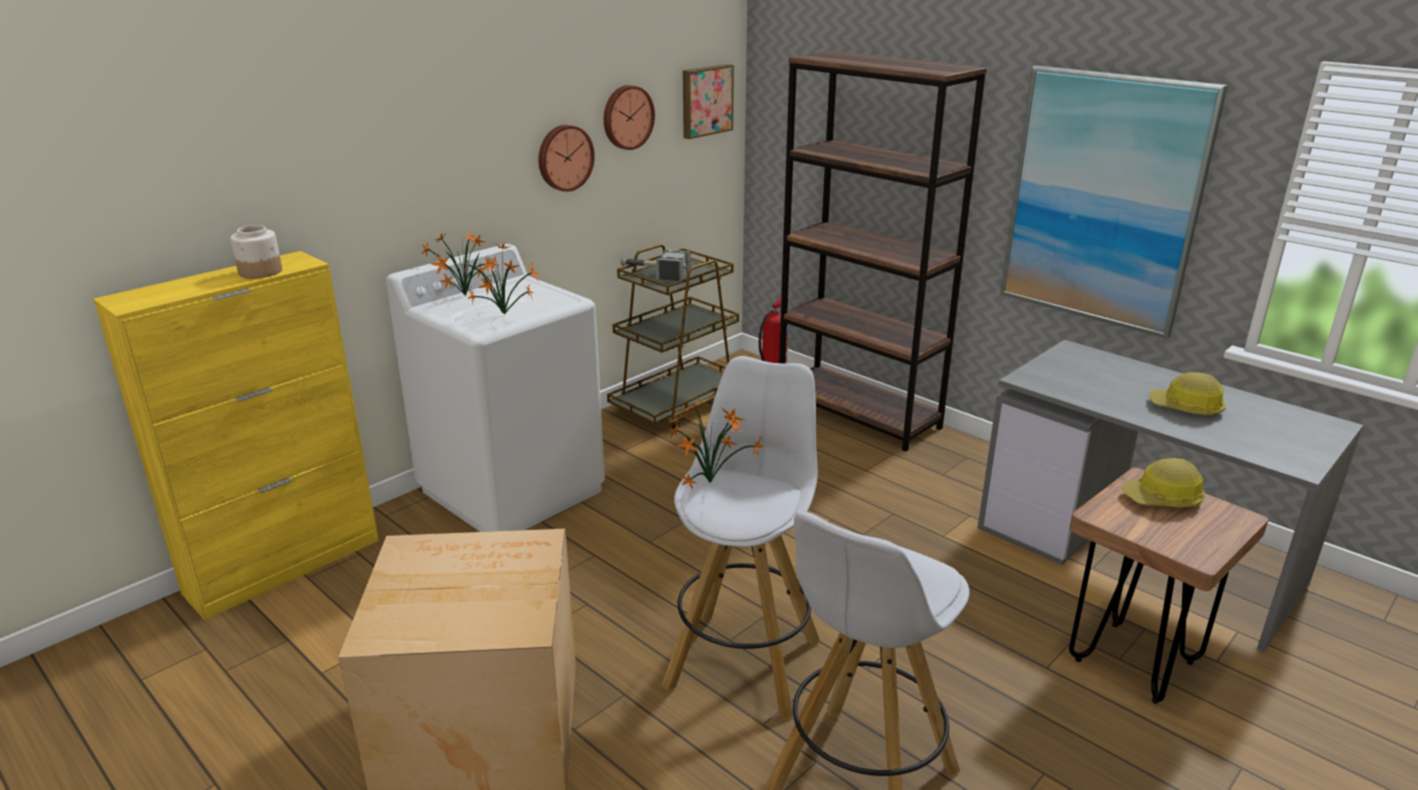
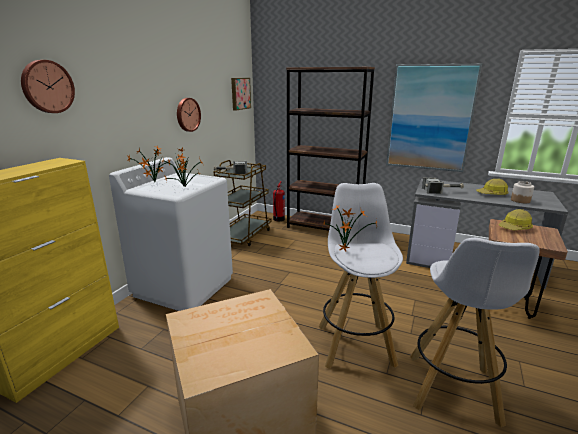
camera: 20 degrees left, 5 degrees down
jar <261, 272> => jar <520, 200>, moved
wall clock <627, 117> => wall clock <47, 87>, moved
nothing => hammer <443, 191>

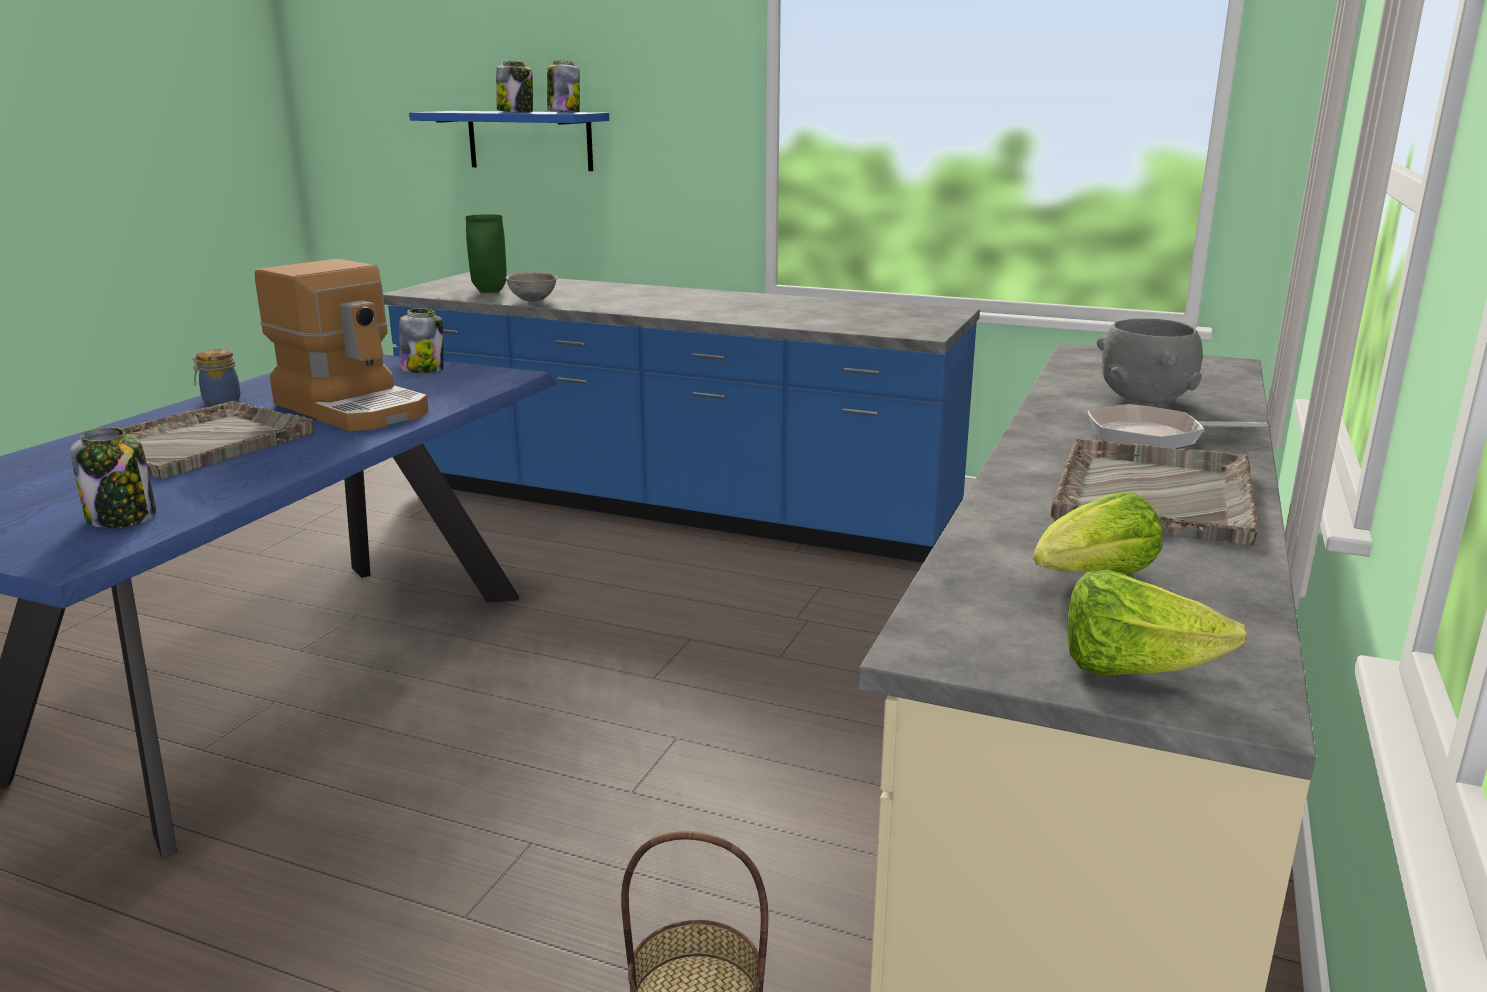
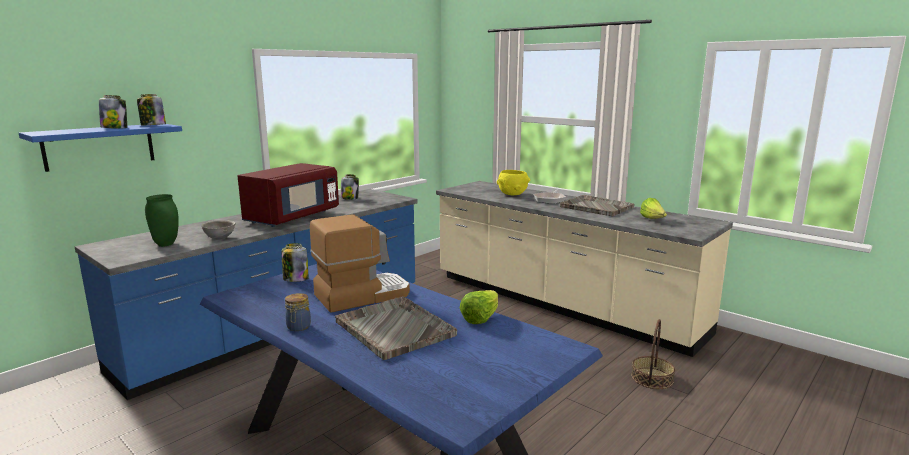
camera: 70 degrees left, 5 degrees down
jar <123, 517> => jar <350, 198>, moved
lettuce <1133, 670> => lettuce <480, 318>, moved
grey bowl <1144, 399> => yellow bowl <512, 194>
nothing => red microwave <292, 218>

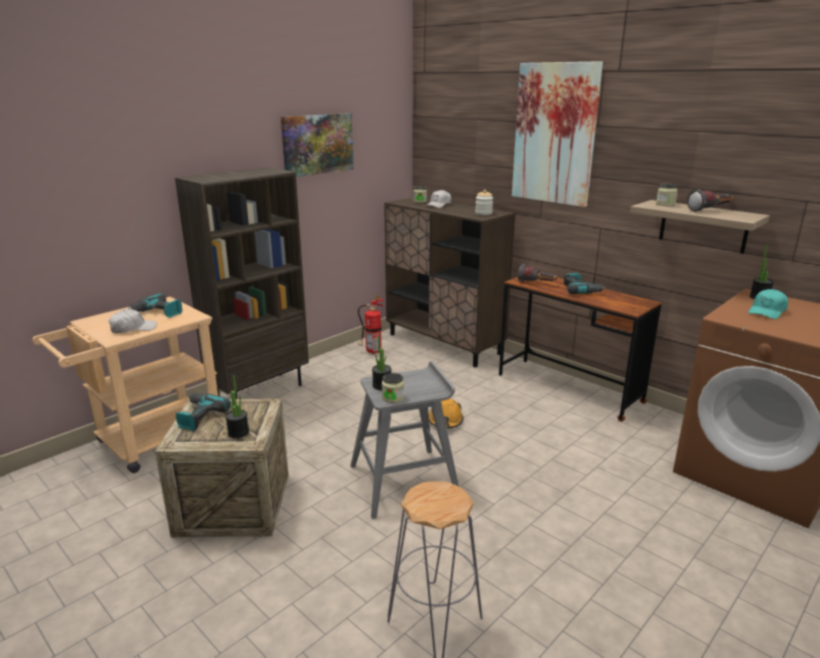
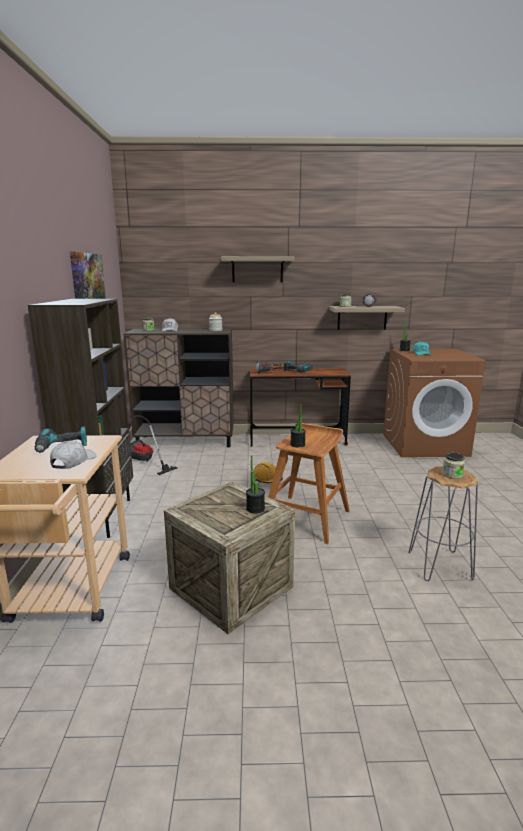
camera: 45 degrees left, 5 degrees down
power drill <198, 416> => nothing
grey stool <405, 482> => brown stool <307, 517>
fire extinguisher <371, 352> => vacuum cleaner <143, 462>
jar <393, 398> => jar <452, 475>, moved
picture <554, 134> => shelf <257, 269>

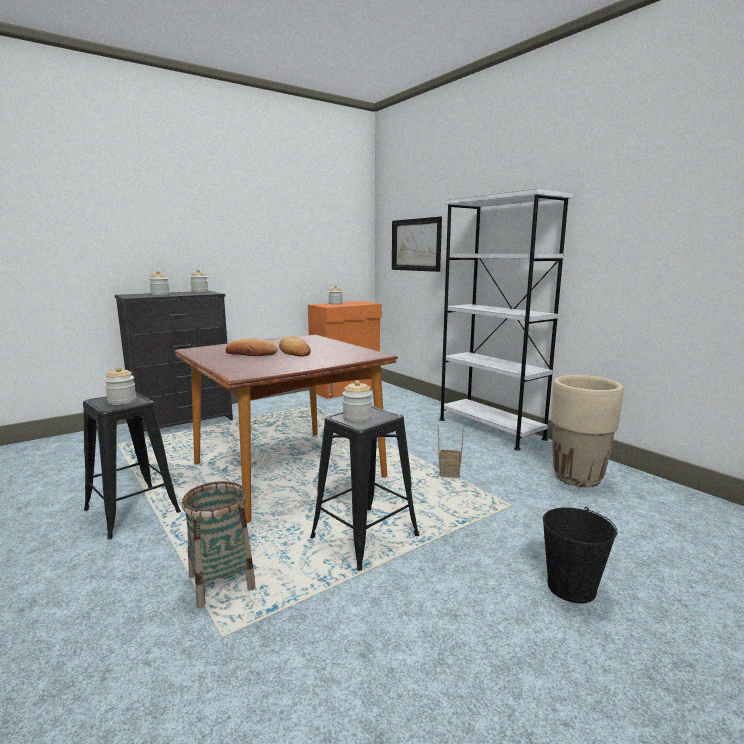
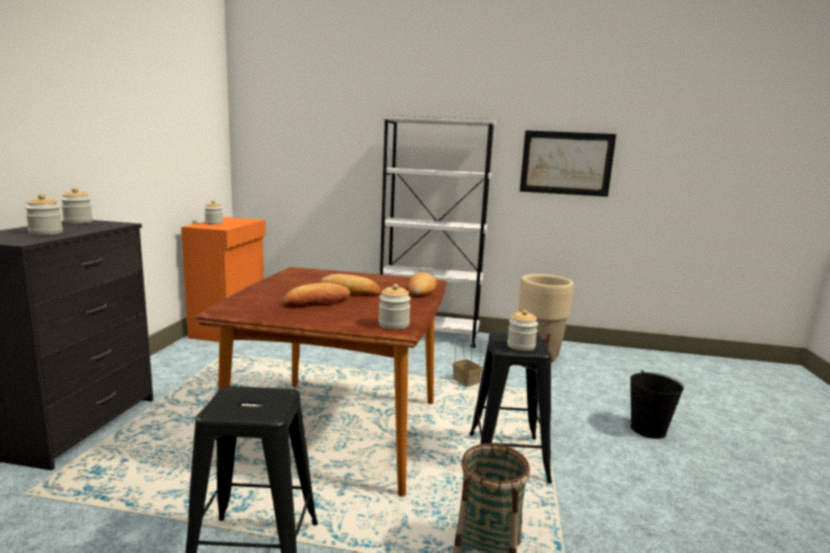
camera: 45 degrees left, 0 degrees up
jar <122, 401> => jar <394, 325>, moved
picture <416, 245> => picture <566, 163>, moved
nothing => bread <420, 290>

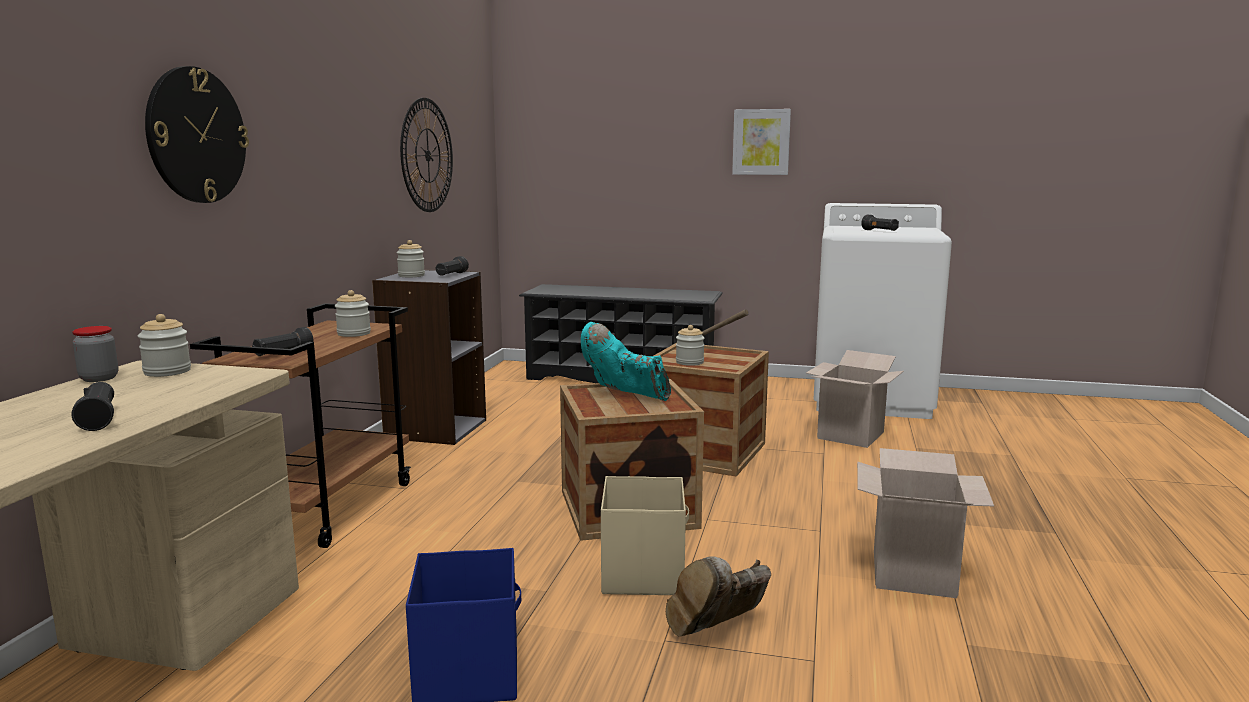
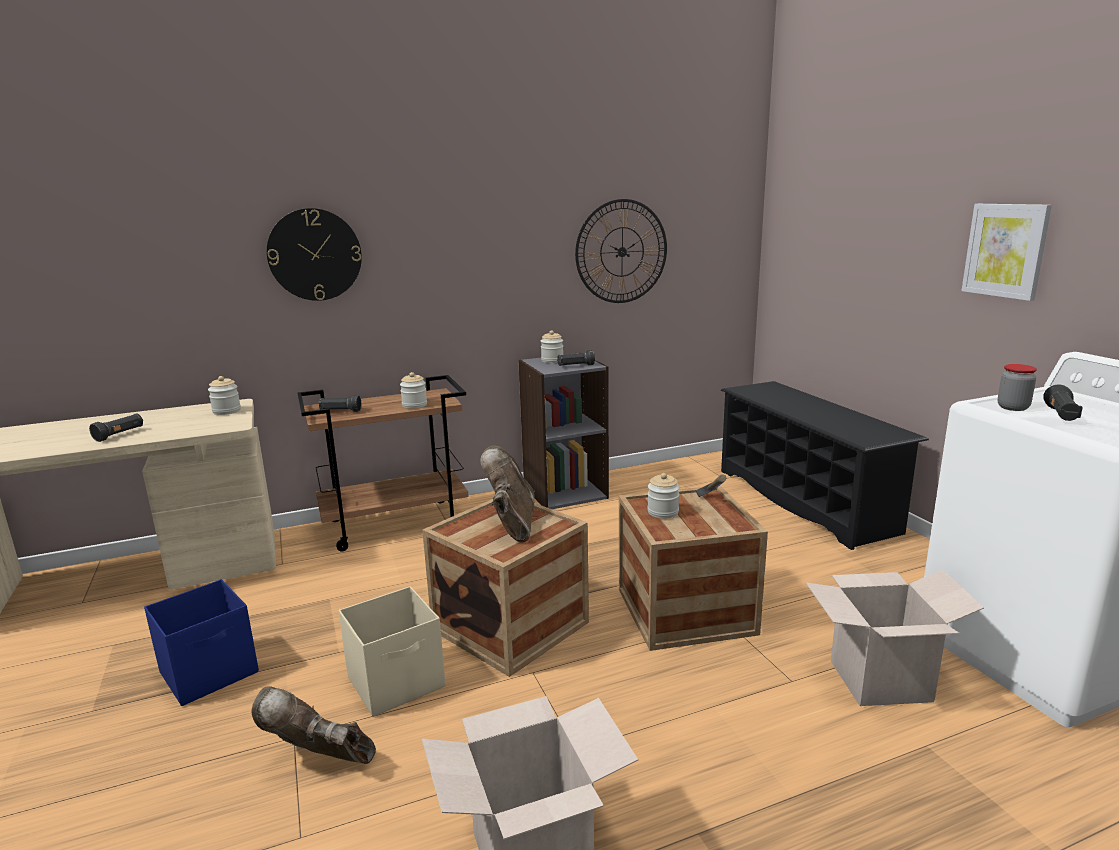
camera: 55 degrees right, 5 degrees up
jar <99, 378> => jar <1013, 407>, moved
turquoise boot <625, 397> => brown boot <512, 524>

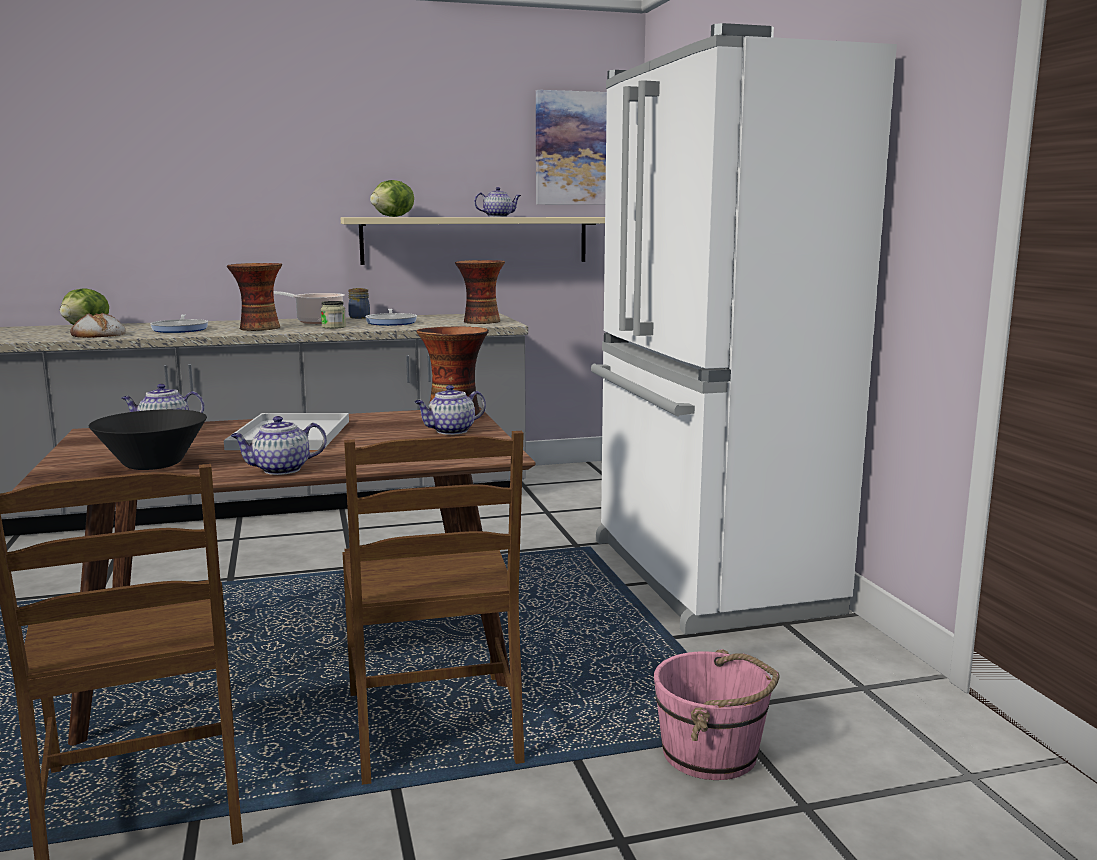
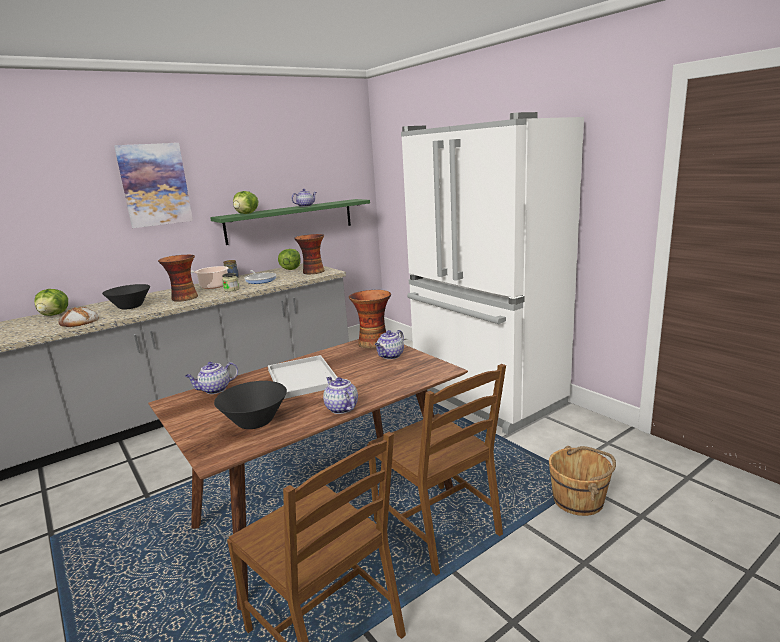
camera: 20 degrees left, 5 degrees up
frying pan <181, 329> => black bowl <130, 307>
teapot <280, 470> => teapot <341, 408>, 105 degrees clockwise
beige shelf <475, 240> => green shelf <290, 221>
picture <575, 148> => picture <155, 185>, moved
pink bucket <711, 754> => brown bucket <579, 500>
nothing => lettuce <290, 269>

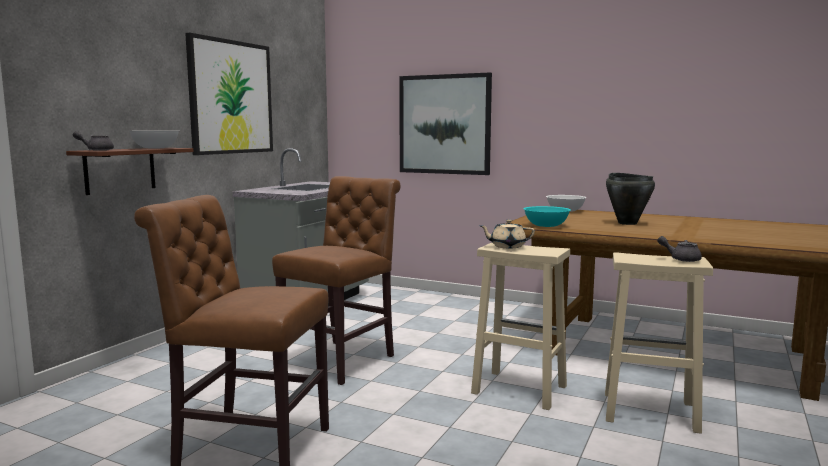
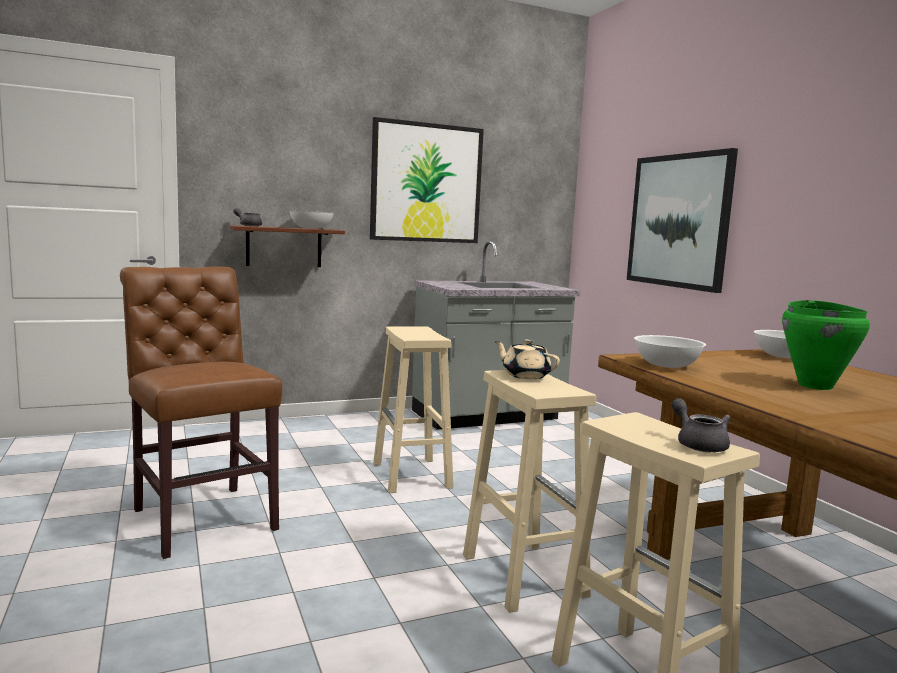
camera: 40 degrees right, 0 degrees up
brown chair <342, 360> => beige stool <412, 476>
turquoise bowl <546, 226> => white bowl <667, 365>
black cooking pot <627, 223> => green cooking pot <815, 386>

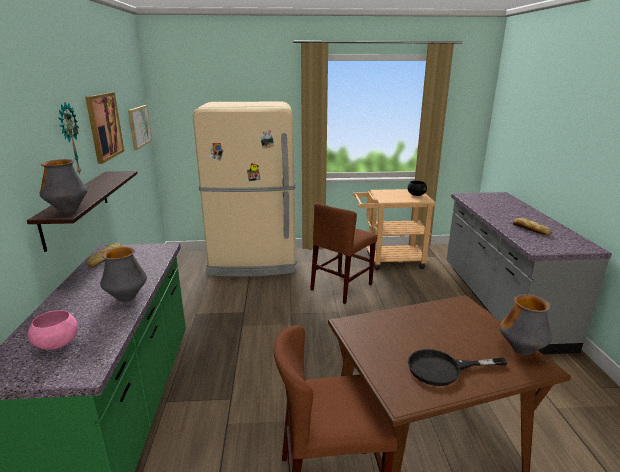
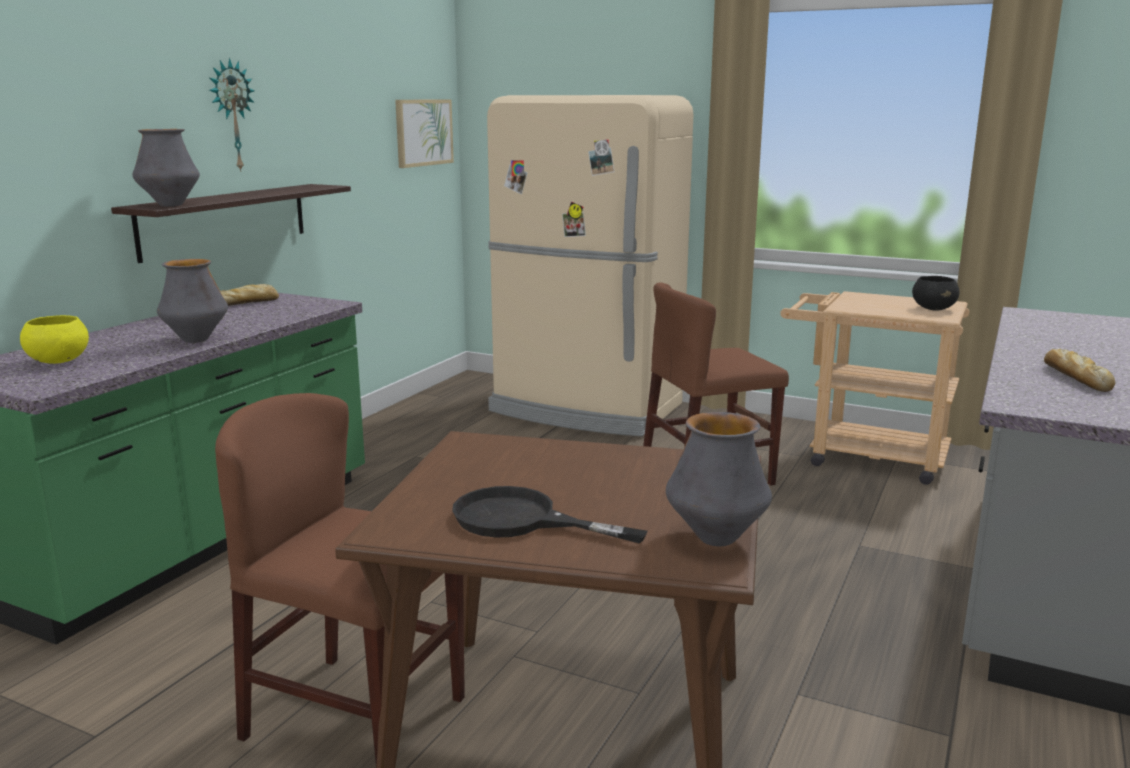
camera: 30 degrees right, 5 degrees down
pink bowl <57, 344> => yellow bowl <58, 361>
picture <104, 126> => nothing

